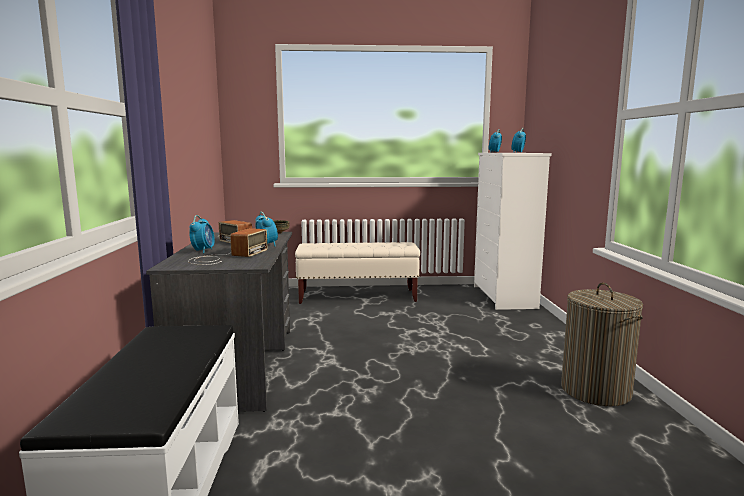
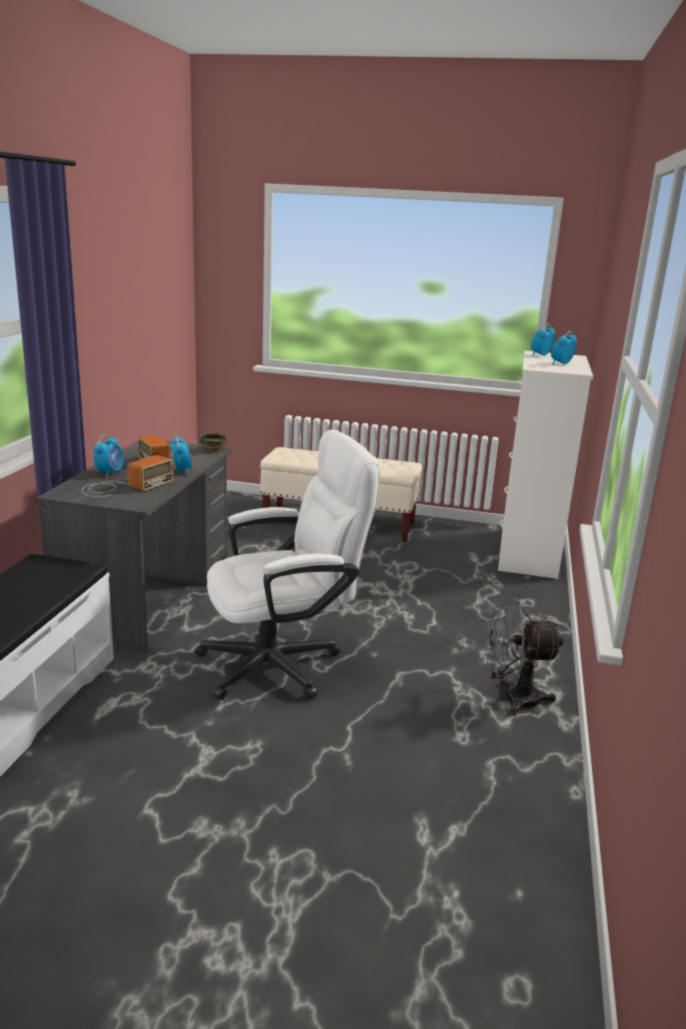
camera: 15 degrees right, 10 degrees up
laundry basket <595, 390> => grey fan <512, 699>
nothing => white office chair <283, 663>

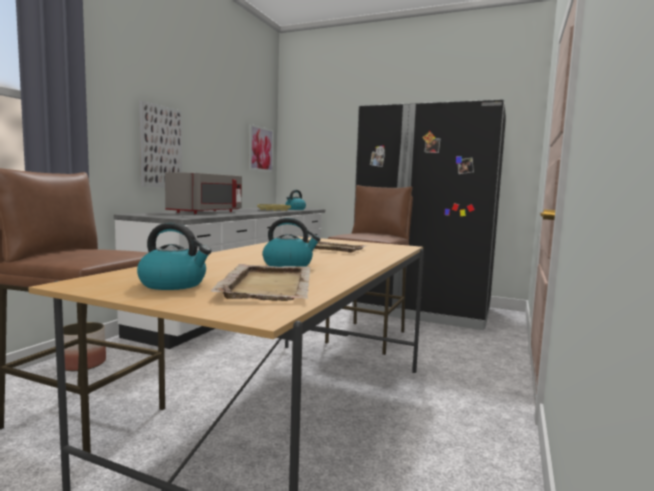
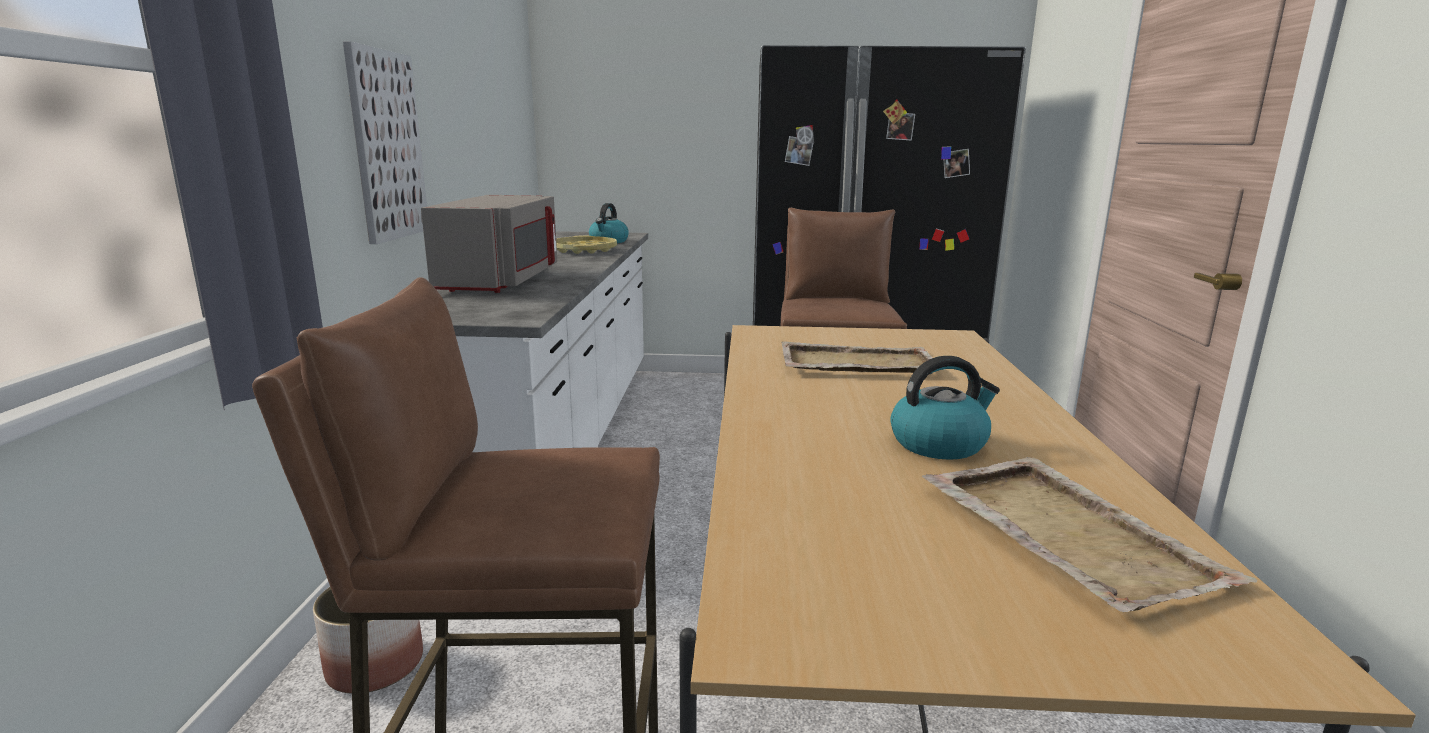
camera: 20 degrees left, 10 degrees up
kettle <174, 284> => nothing
picture <260, 149> => nothing

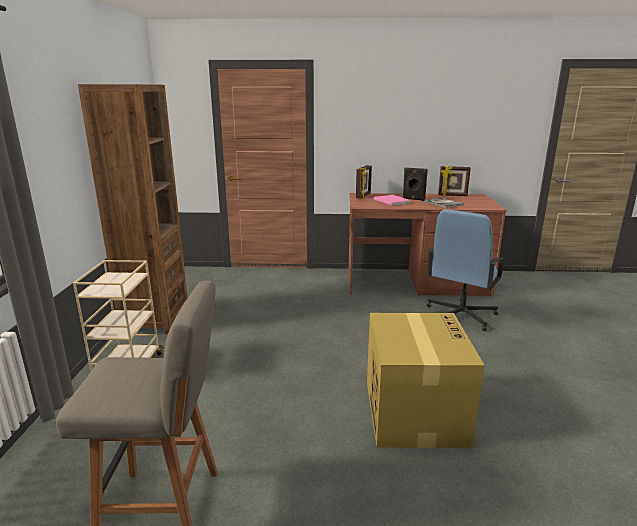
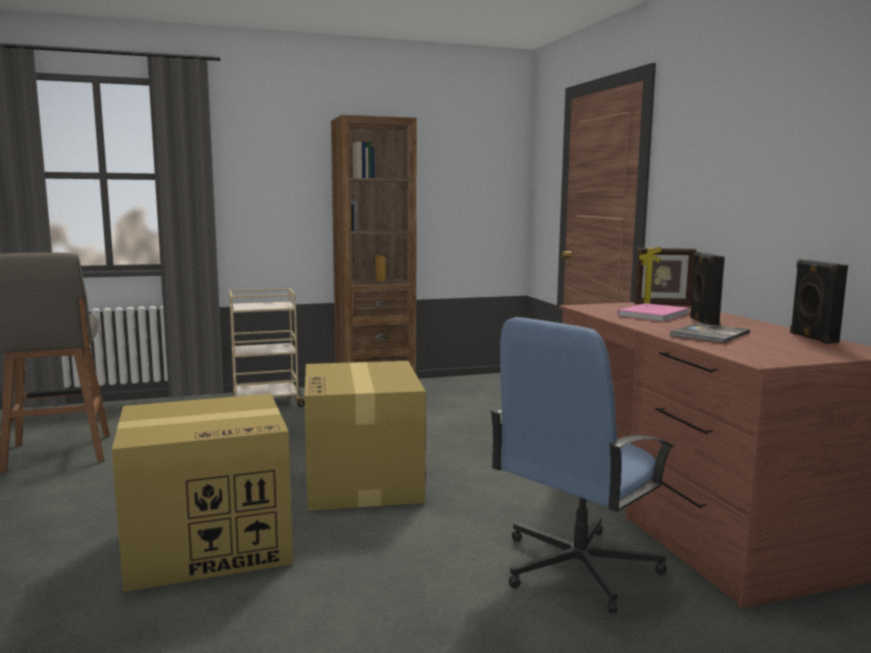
camera: 70 degrees right, 10 degrees down
blue office chair <460, 315> => blue office chair <576, 568>, 60 degrees counterclockwise
picture frame <452, 195> => black speaker <812, 338>
nothing => cardboard box <363, 481>

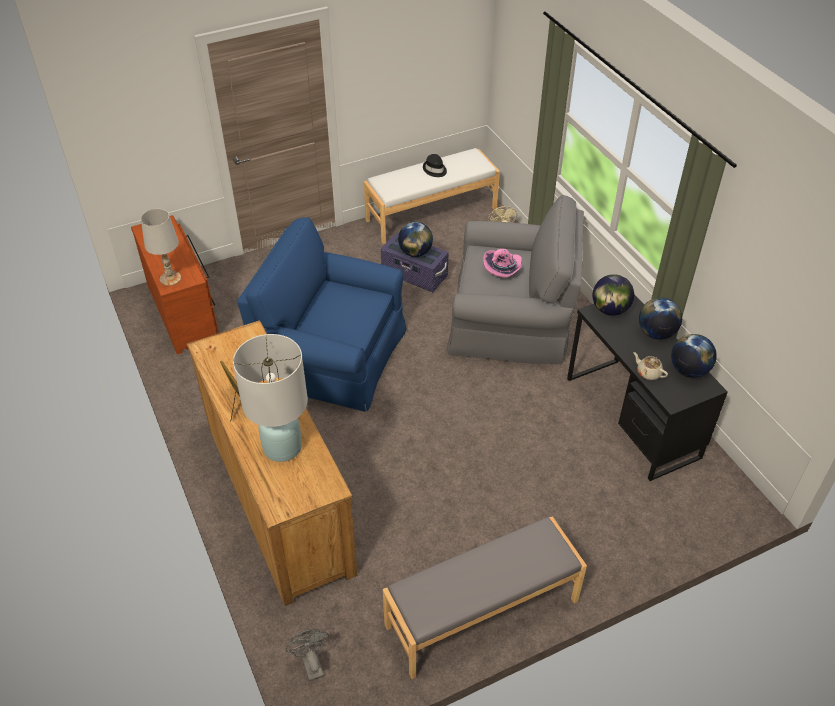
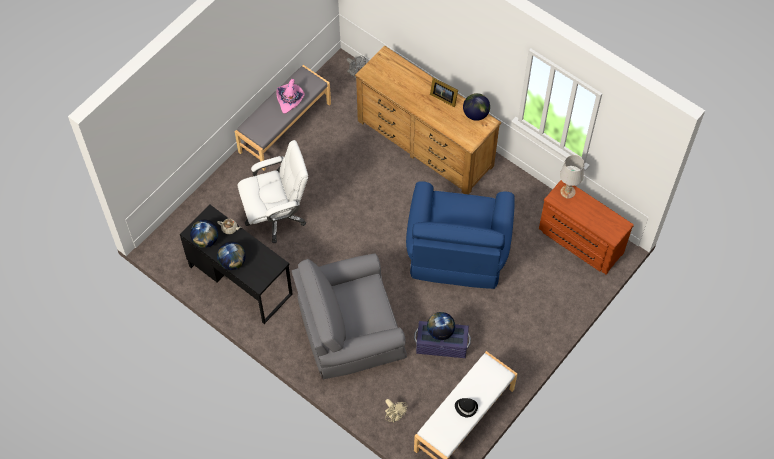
camera: 155 degrees right, 15 degrees up
white table lamp <283, 447> => nothing
blue armchair <330, 354> => blue armchair <457, 248>, 105 degrees clockwise
pink hat <503, 269> => pink hat <290, 99>, moved
globe <610, 310> => globe <475, 114>, moved
nothing => white office chair <276, 216>

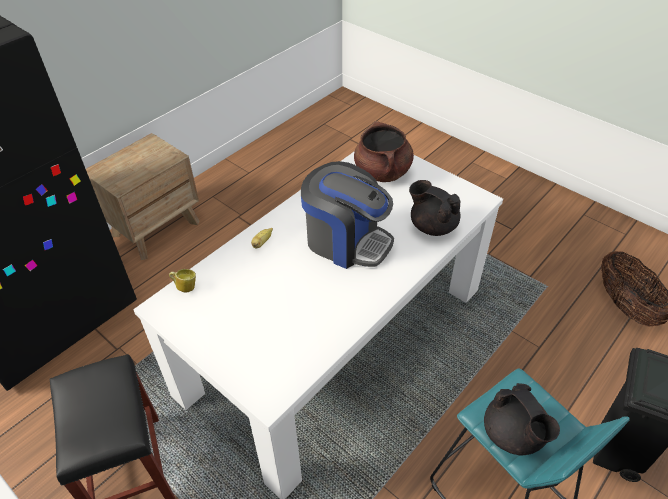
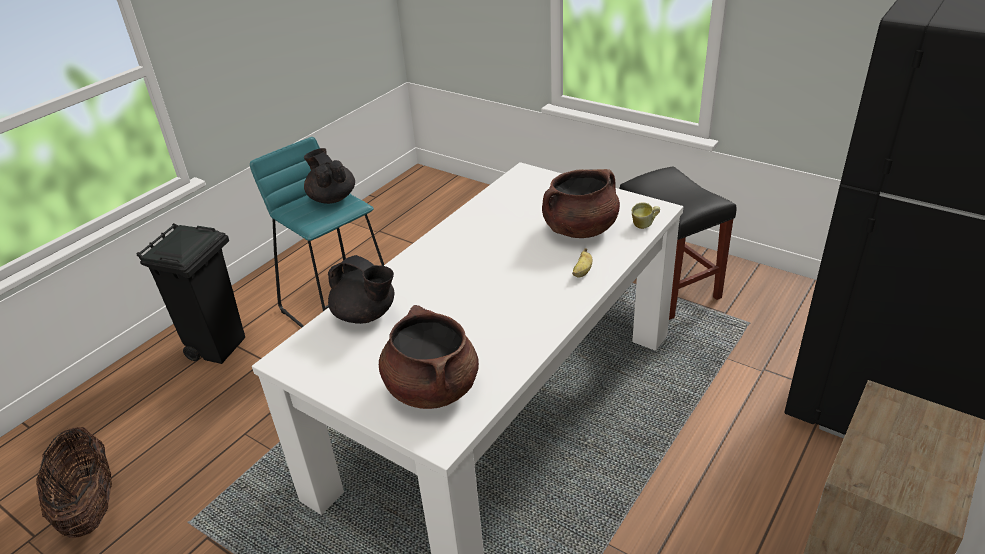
camera: 175 degrees right, 10 degrees down
coffee machine <346, 241> => nothing
nothing => brown cooking pot <580, 229>

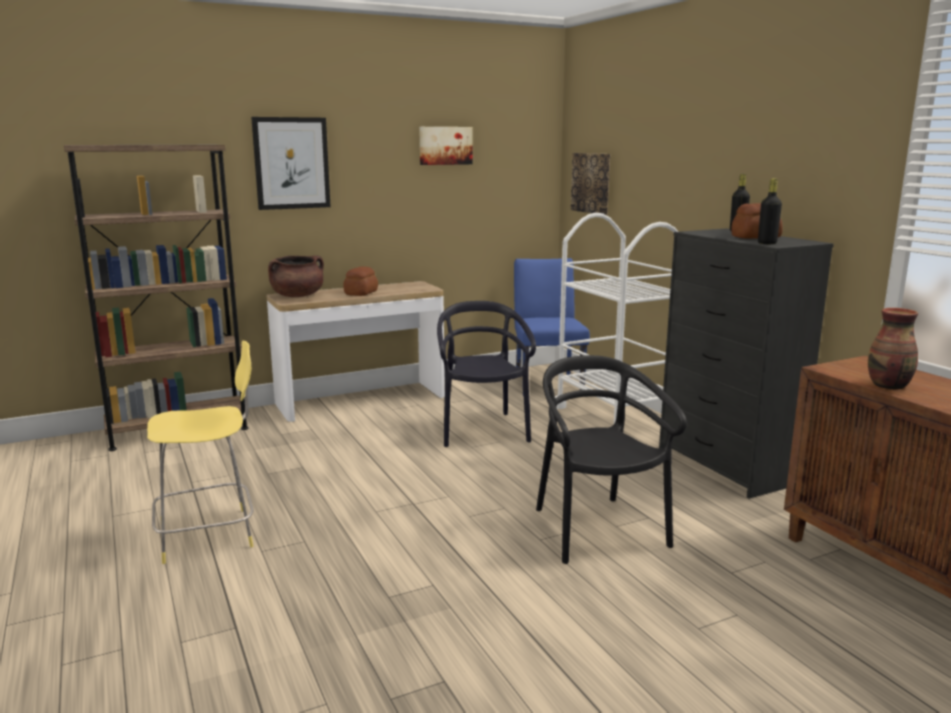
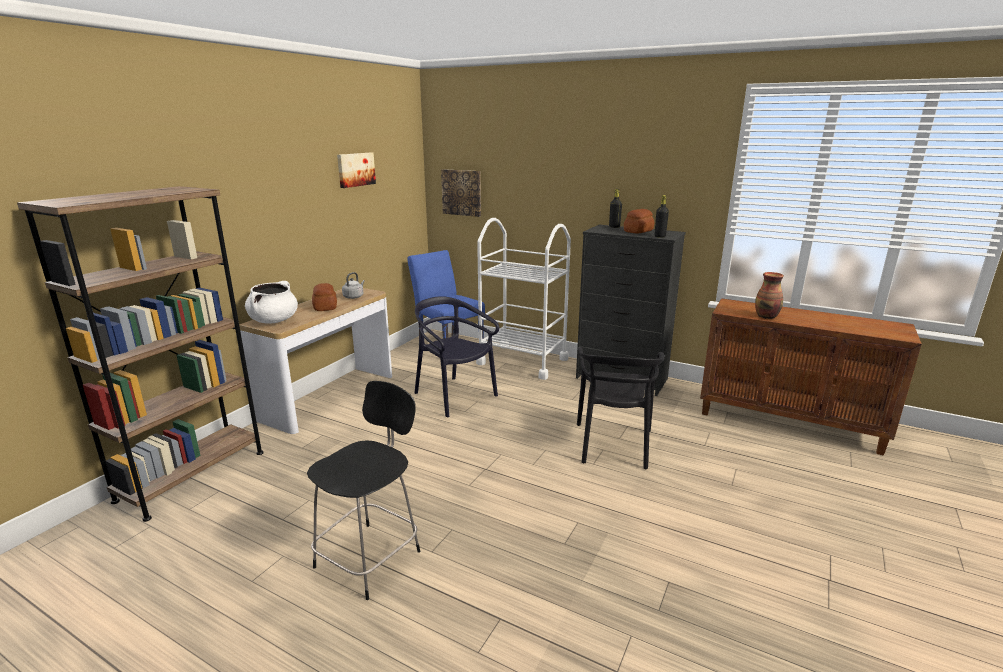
camera: 35 degrees left, 5 degrees up
yellow stool <210, 534> => black stool <370, 557>
picture <291, 163> => nothing
brown cooking pot <297, 296> => white cooking pot <274, 321>
black chair <597, 530> => black chair <613, 444>, 120 degrees counterclockwise
nothing => grey kettle <354, 296>

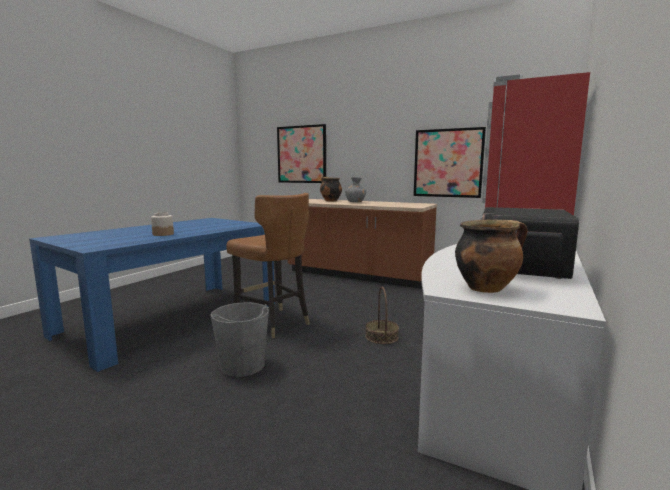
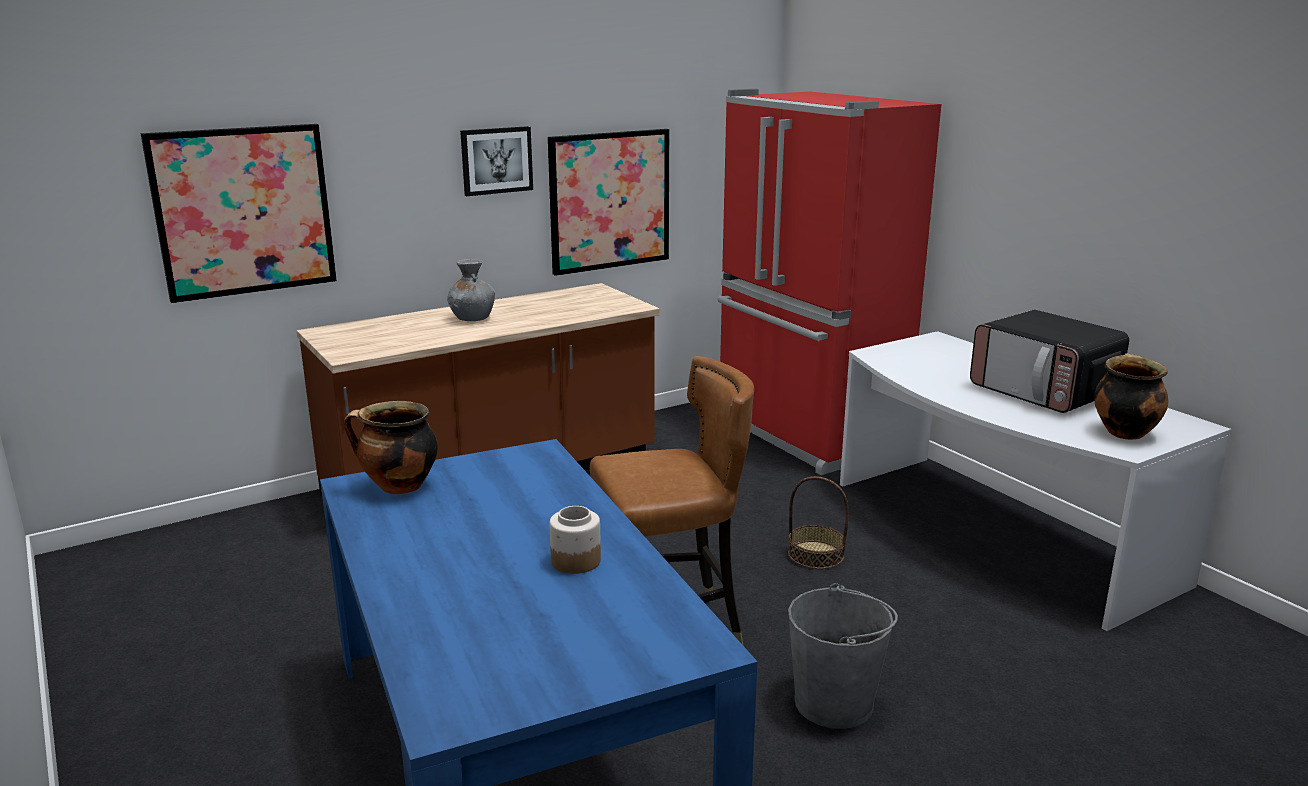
camera: 60 degrees left, 10 degrees up
cooking pot <330, 201> => cooking pot <398, 487>, moved
nothing => picture <496, 160>

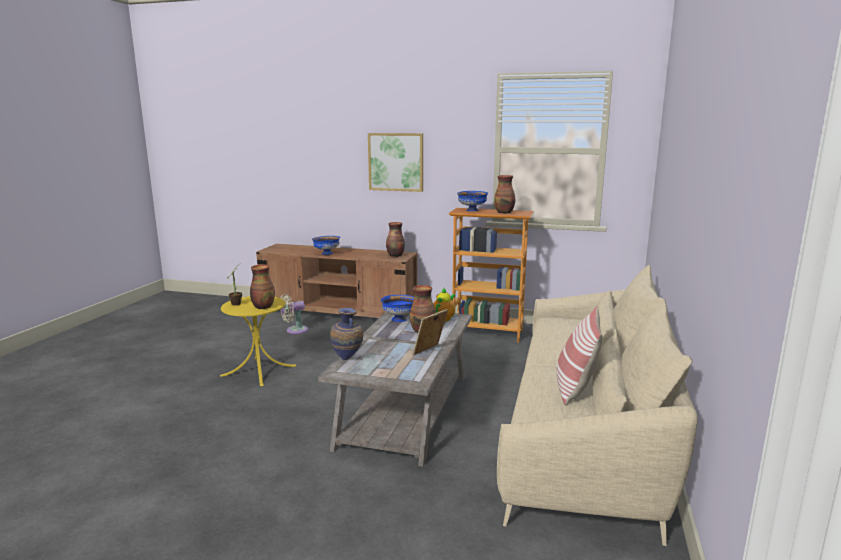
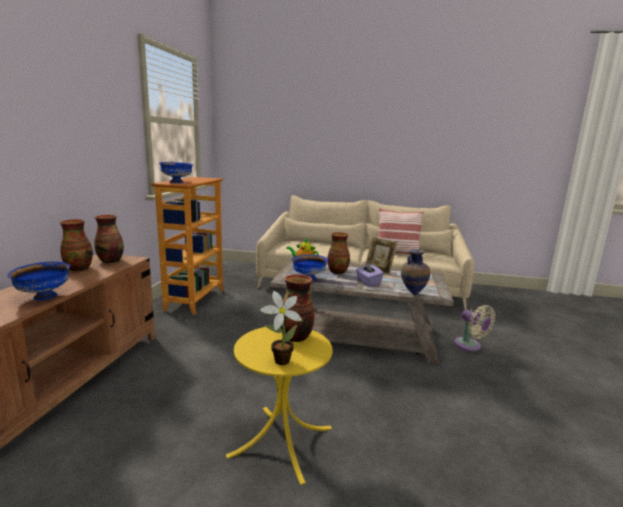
camera: 95 degrees left, 0 degrees up
beige fan <294, 330> => beige fan <470, 346>, moved
picture <396, 162> => nothing
vase <504, 212> => vase <78, 268>, moved
nothing => purple tissue box <368, 282>

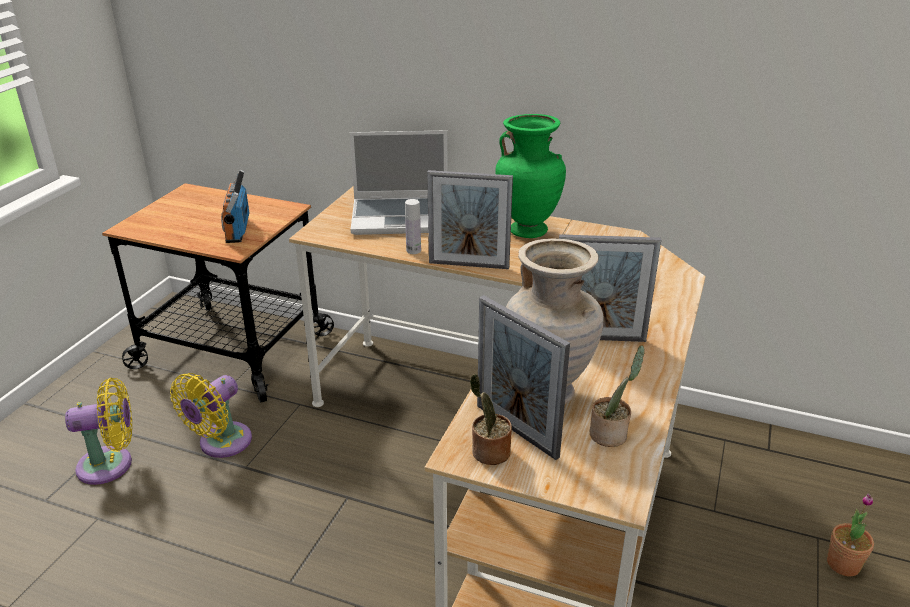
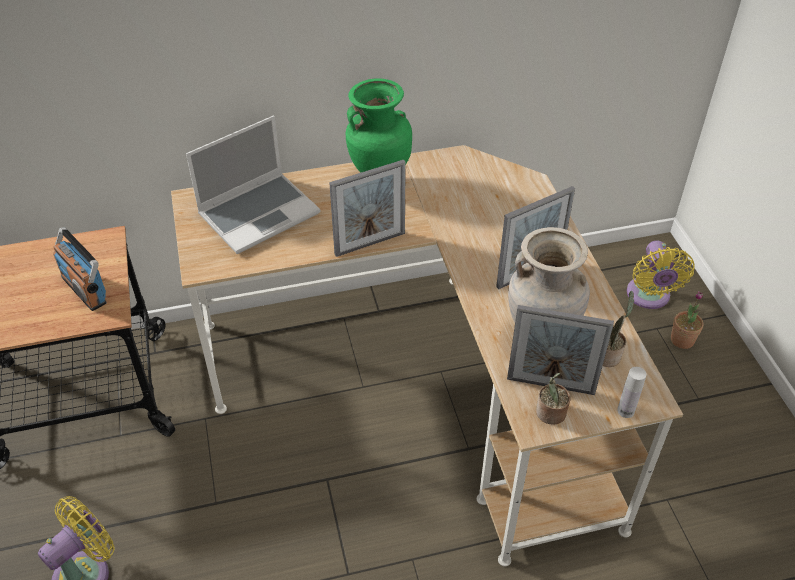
camera: 35 degrees left, 15 degrees up
yellow fan <221, 444> => yellow fan <649, 297>, moved
white bottle <413, 250> => white bottle <625, 411>, moved

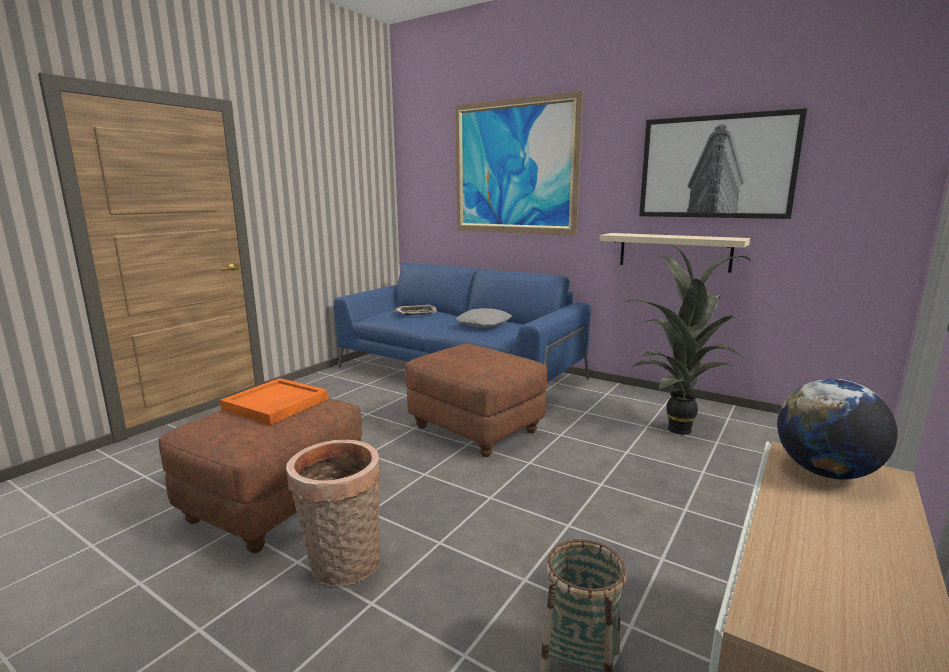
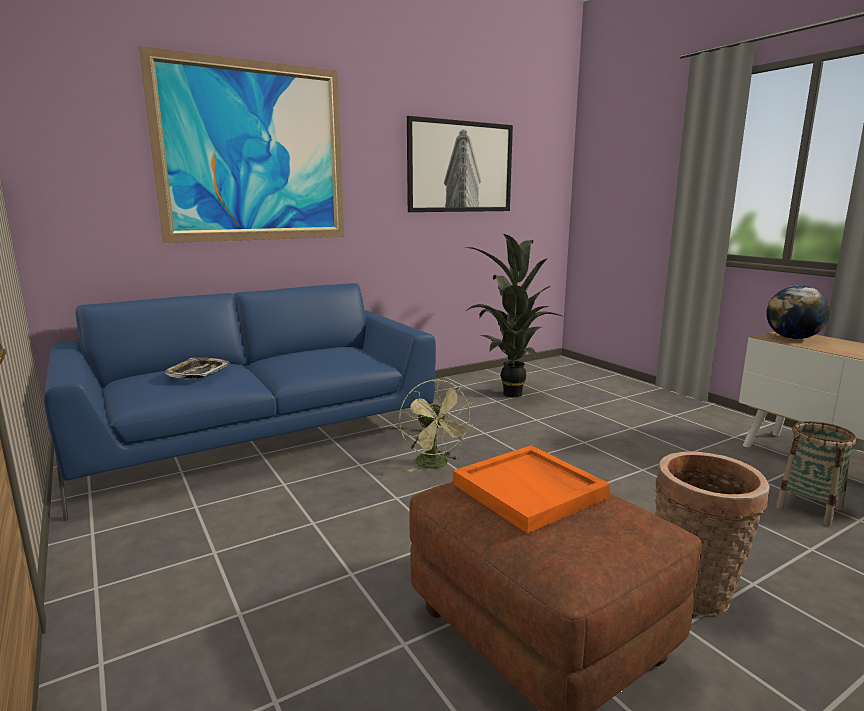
camera: 65 degrees left, 0 degrees up
brown ottoman <476, 429> => green fan <436, 465>
grey pillow <484, 324> => nothing
beige shelf <674, 252> => nothing

